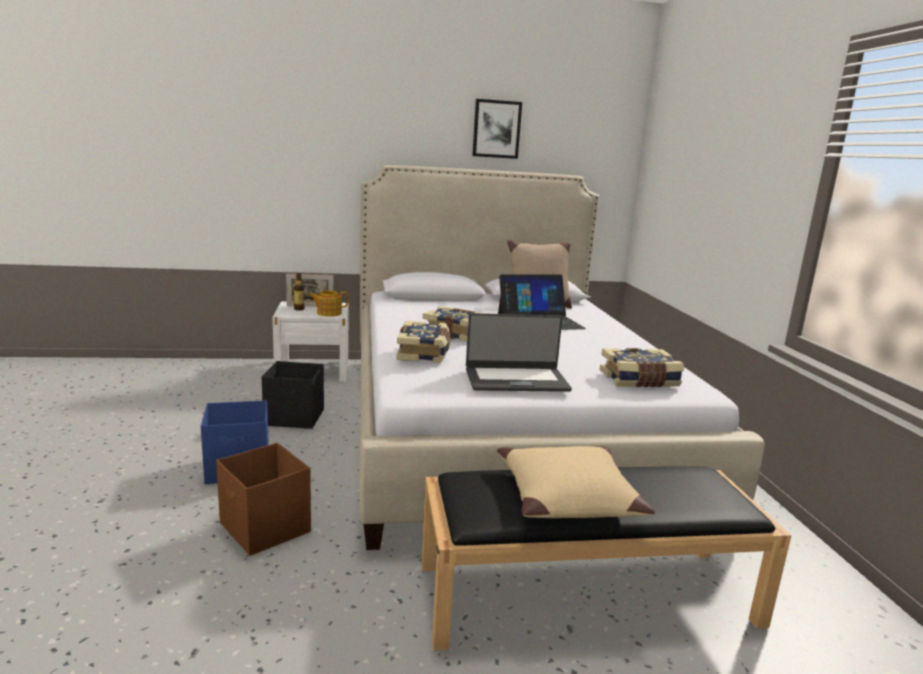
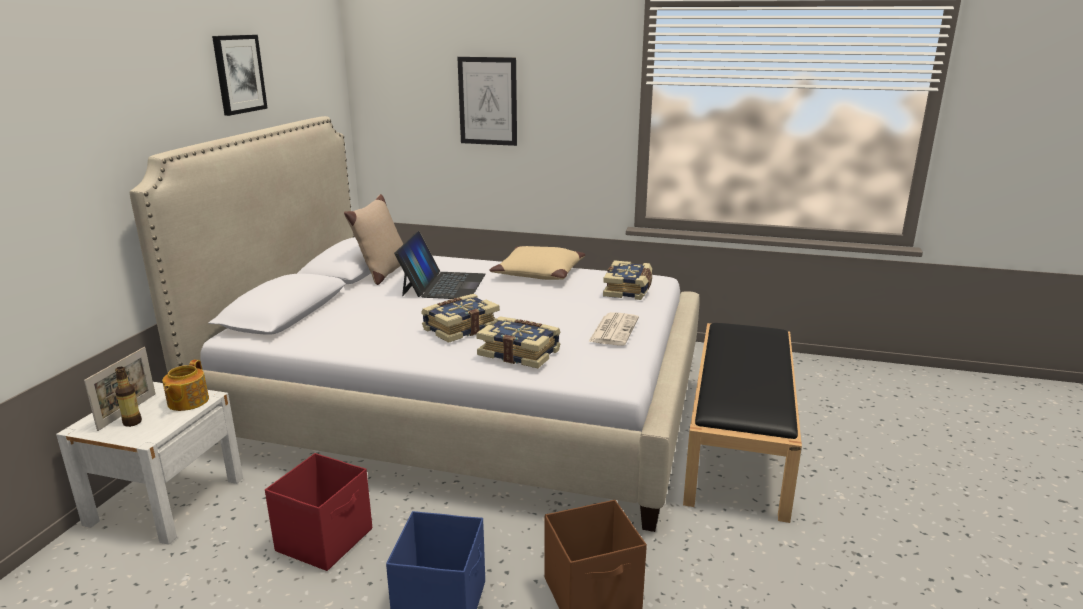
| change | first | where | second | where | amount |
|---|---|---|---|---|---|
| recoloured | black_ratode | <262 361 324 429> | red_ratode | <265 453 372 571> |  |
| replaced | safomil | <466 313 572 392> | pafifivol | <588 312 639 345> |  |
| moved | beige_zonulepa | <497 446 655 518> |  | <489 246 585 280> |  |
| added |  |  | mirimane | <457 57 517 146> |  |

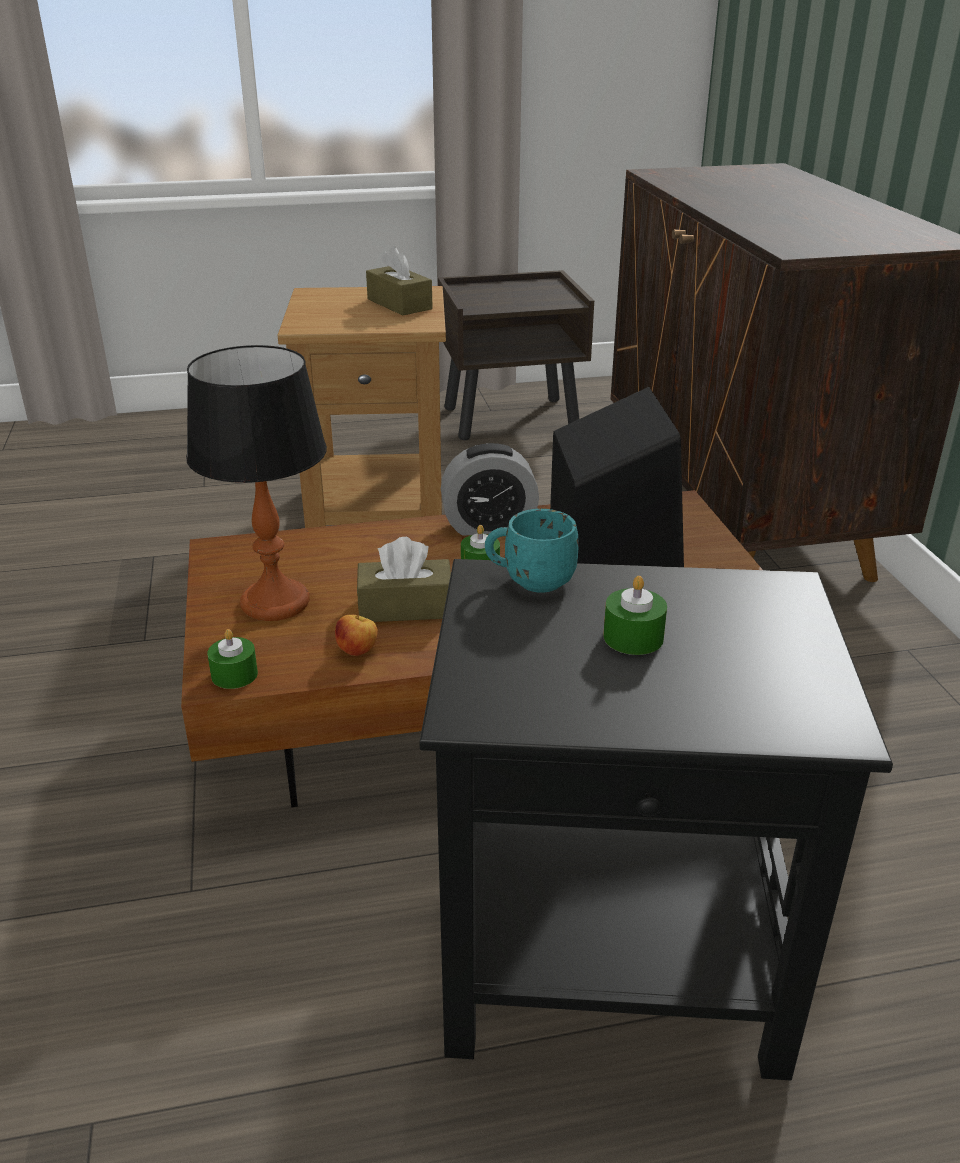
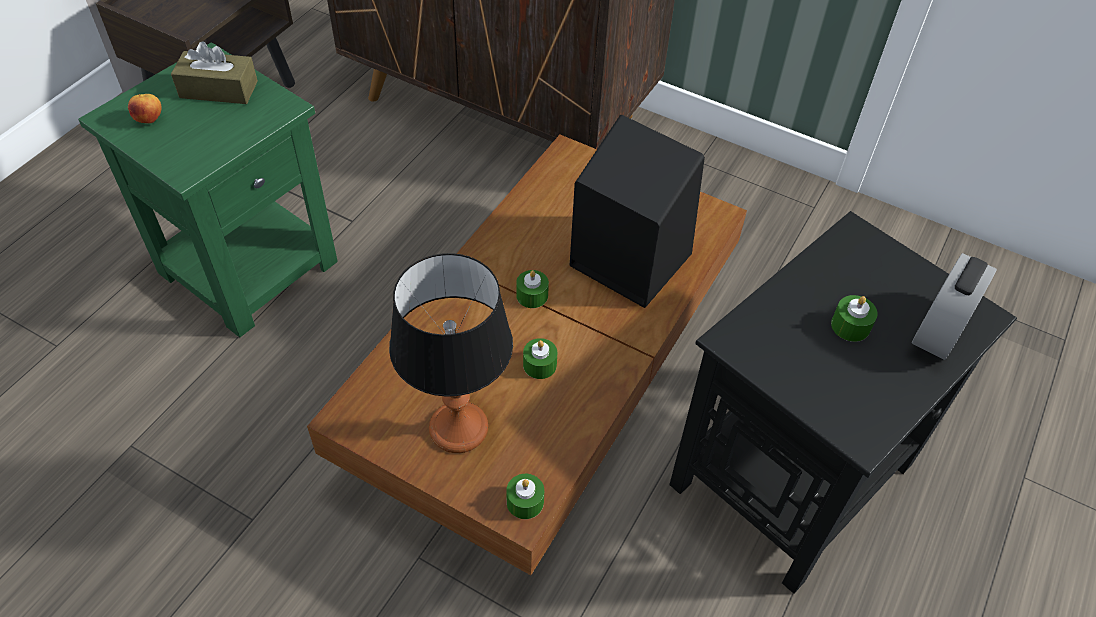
| change | first | where | second | where | amount |
|---|---|---|---|---|---|
| recoloured | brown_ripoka | <277 286 446 528> | green_ripoka | <78 42 338 337> |  |
| moved | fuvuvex | <335 615 378 656> |  | <128 94 161 124> |  |
| replaced | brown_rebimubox | <357 537 451 622> | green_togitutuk | <523 338 557 379> |  |
| moved | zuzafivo | <441 443 539 536> |  | <912 253 997 360> |  |
| removed | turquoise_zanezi | <485 509 579 593> |  |  |  |

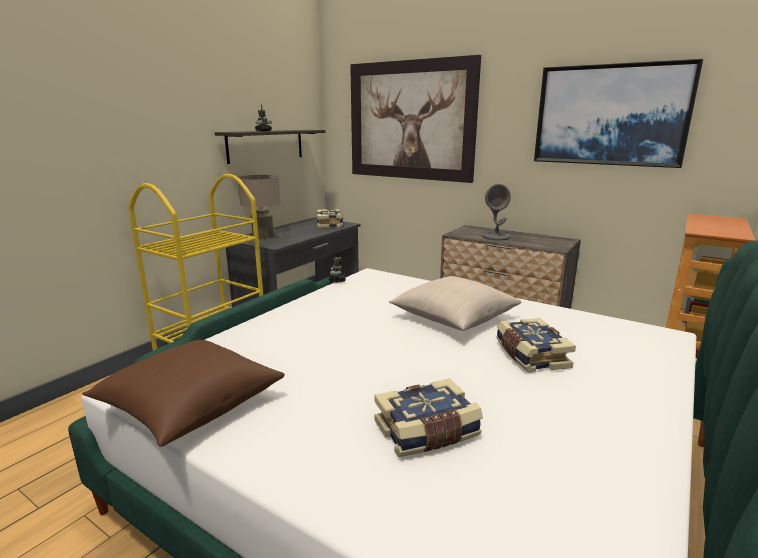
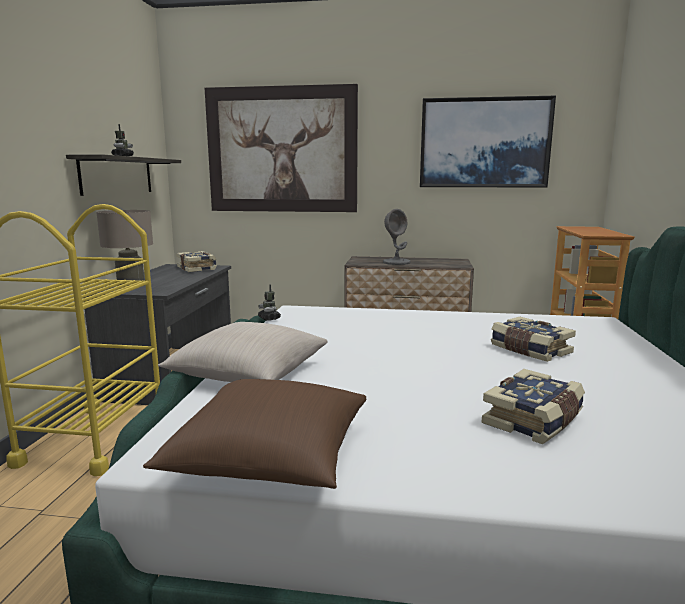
| change | first | where | second | where | amount |
|---|---|---|---|---|---|
| moved | beige_zonulepa | <389 276 521 331> |  | <158 322 327 382> |  |

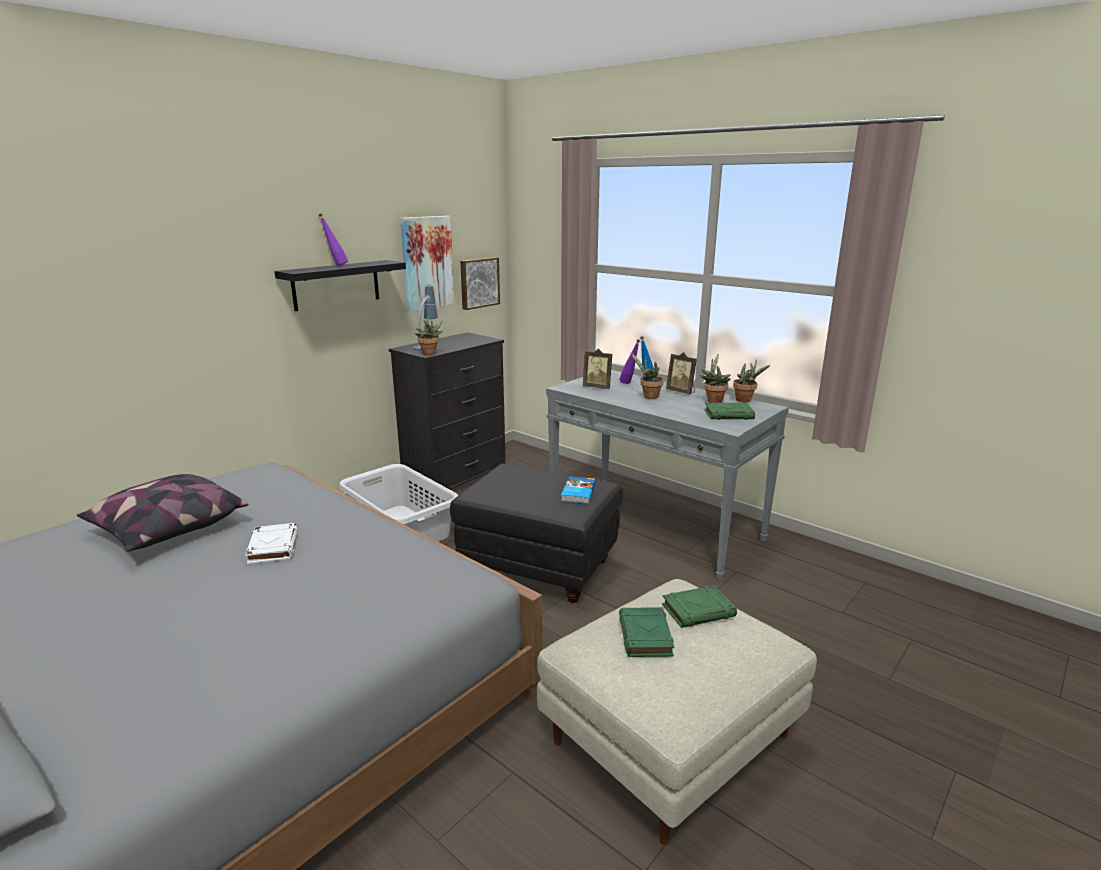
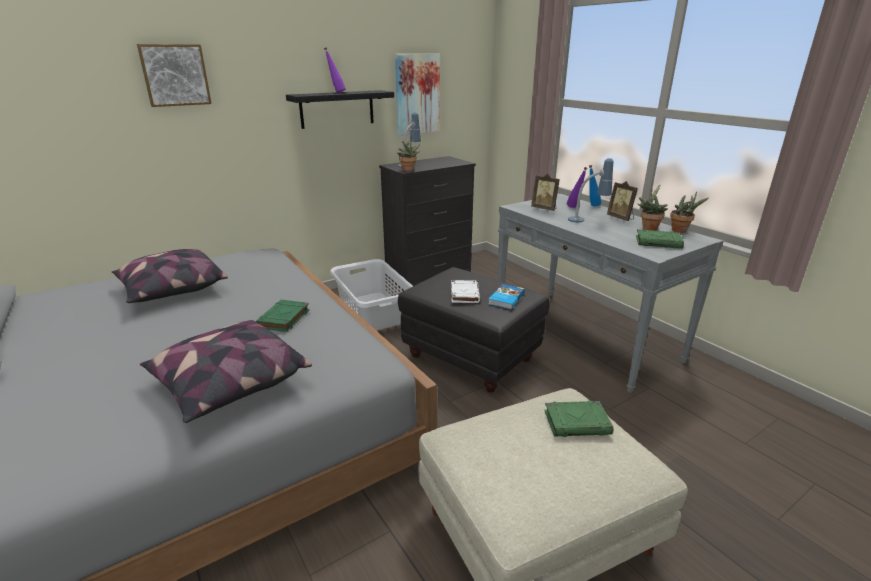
| change | first | where | second | where | amount |
|---|---|---|---|---|---|
| moved | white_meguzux | <245 523 298 564> |  | <451 280 480 303> |  |
| moved | mirimane | <460 257 500 310> |  | <137 44 212 107> |  |
| moved | green_meguzux | <619 607 674 657> |  | <256 300 309 332> |  |
| replaced | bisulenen | <631 353 663 399> | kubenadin | <568 158 614 222> |  |
| added |  |  | zonulepa | <140 320 312 423> |  |

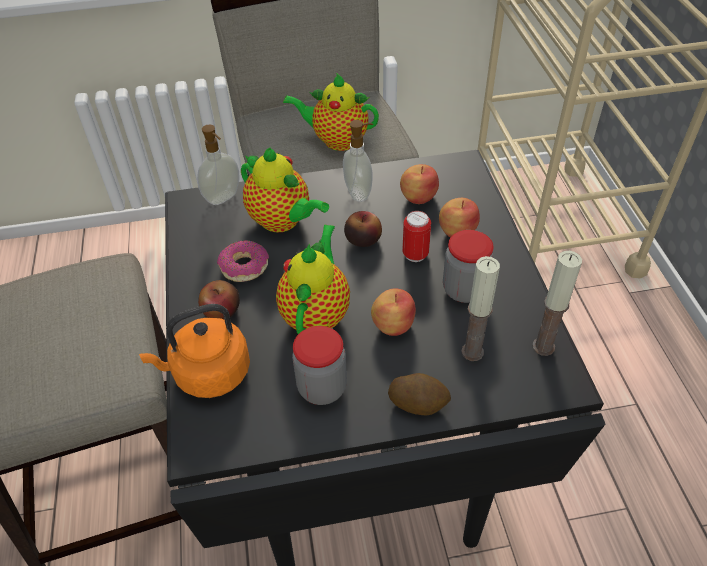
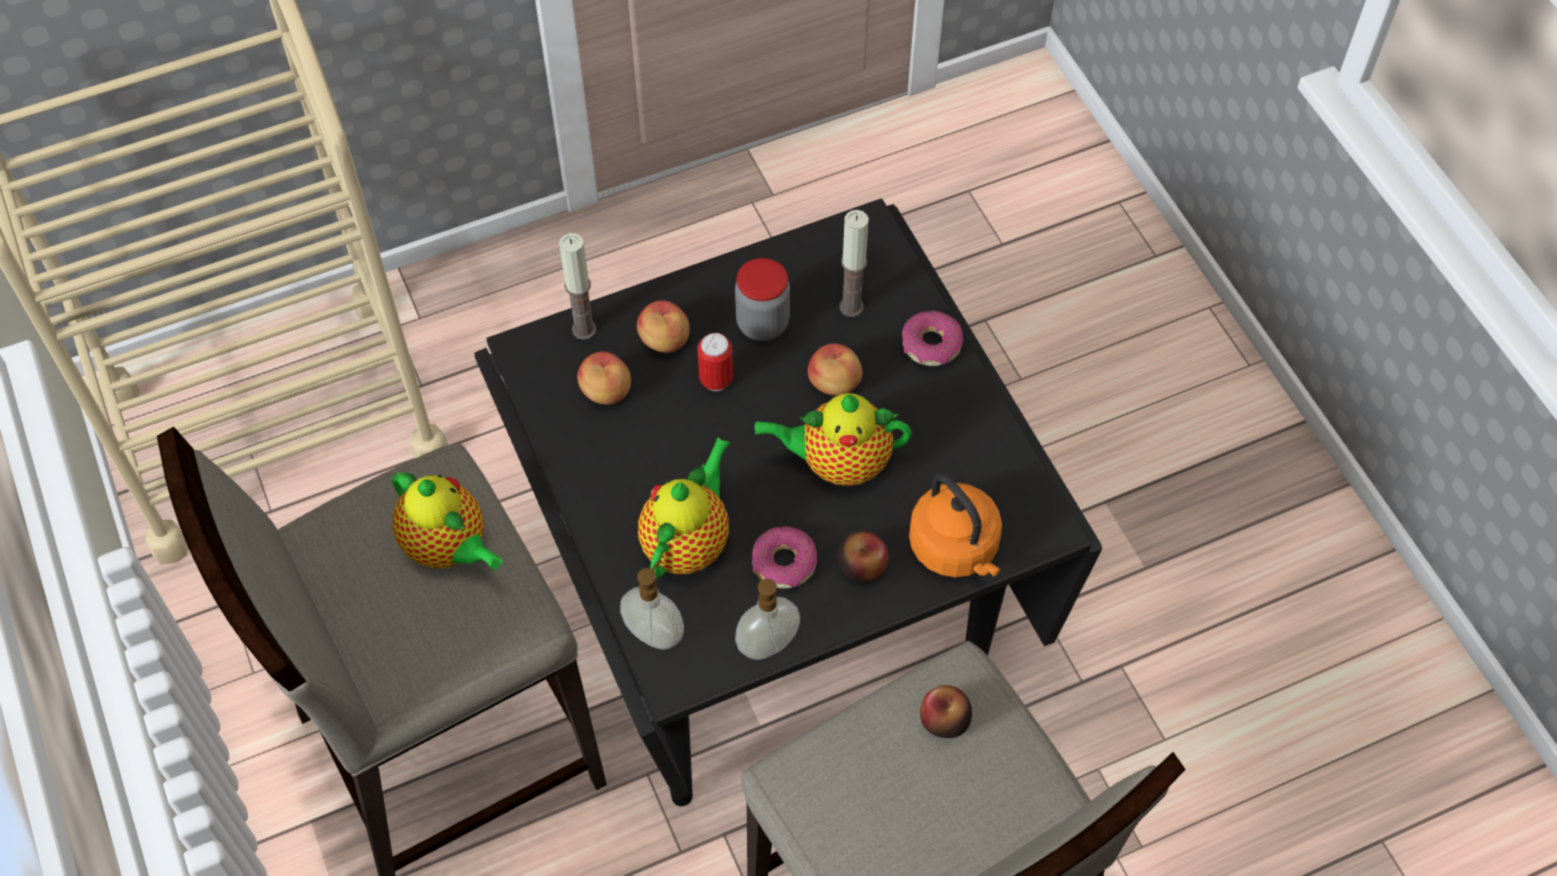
| change | first | where | second | where | amount |
|---|---|---|---|---|---|
| turned | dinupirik | <283 73 379 151> |  | <392 471 503 570> | 45 degrees counterclockwise |
| removed | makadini | <292 326 347 405> |  |  |  |
| moved | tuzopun | <343 120 373 202> |  | <735 570 800 660> |  |
| moved | fuvuvex | <344 211 382 247> |  | <920 685 972 738> |  |
| replaced | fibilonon | <388 373 451 416> | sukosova | <902 311 963 366> |  |
| moved | togitutuk | <532 251 582 356> |  | <559 233 597 340> |  |

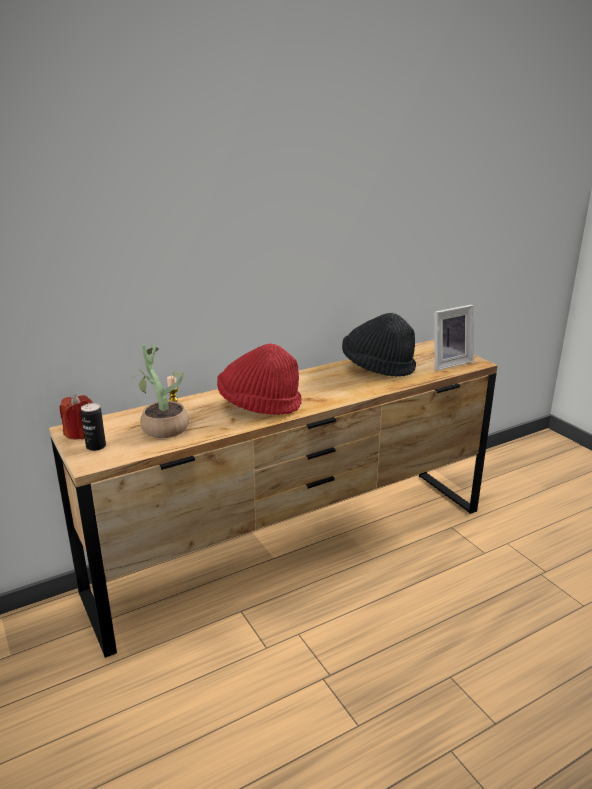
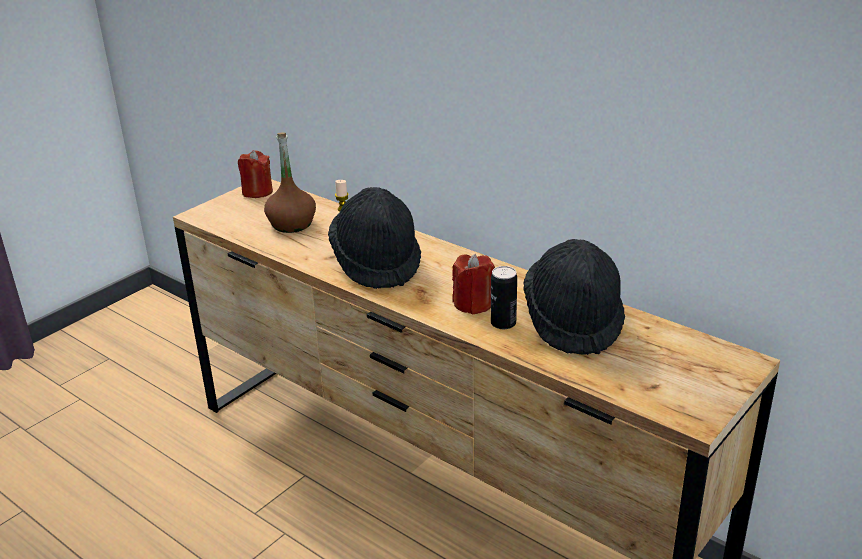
| change | first | where | second | where | amount |
|---|---|---|---|---|---|
| moved | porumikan | <81 403 106 451> |  | <491 266 517 329> |  |
| replaced | bisulenen | <132 343 189 438> | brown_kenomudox | <264 132 316 233> |  |
| recoloured | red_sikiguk | <217 344 302 415> | black_sikiguk | <328 187 421 289> |  |
| removed | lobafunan | <434 304 474 370> |  |  |  |
| added |  |  | red_togitutuk | <452 254 495 315> |  |

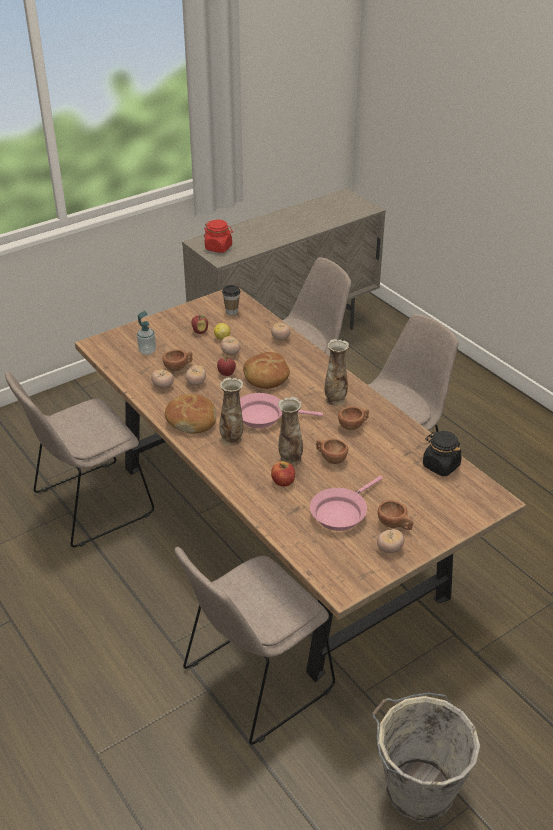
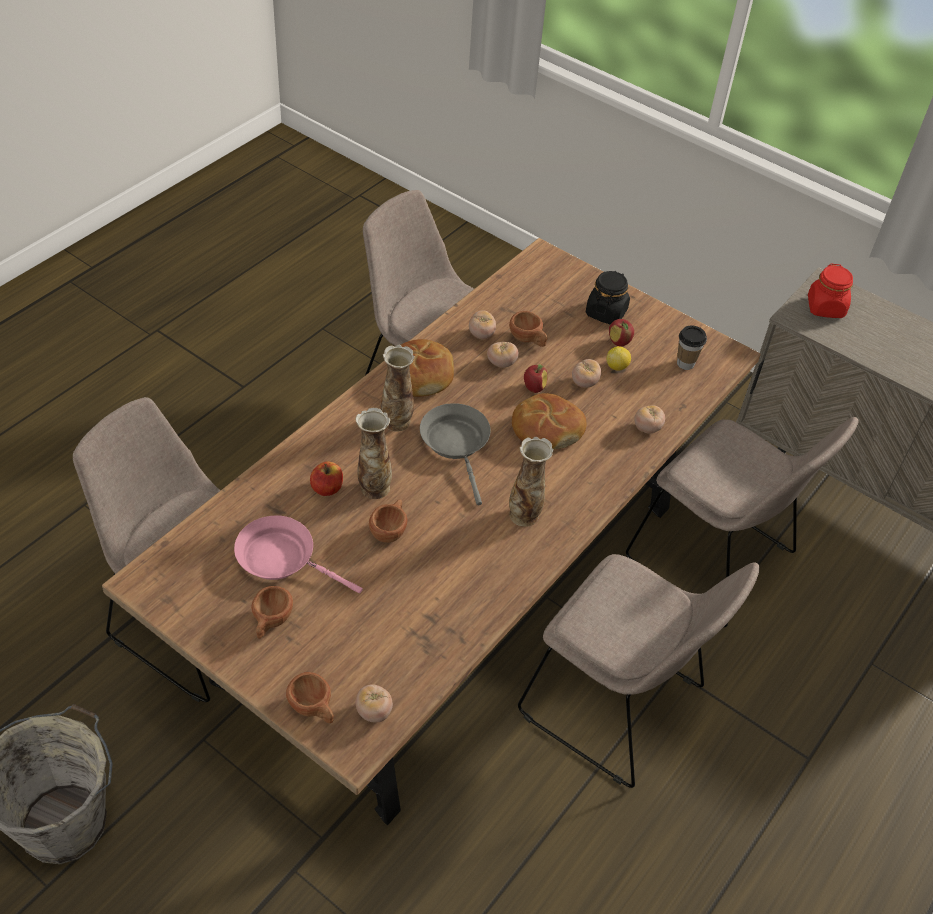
| change | first | where | second | where | amount |
|---|---|---|---|---|---|
| removed | tuzopun | <137 311 156 355> |  |  |  |
| recoloured | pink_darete | <240 393 323 428> | grey_darete | <420 403 491 505> |  |
| moved | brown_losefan | <338 406 369 430> |  | <286 672 334 723> |  |
| moved | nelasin | <377 529 404 553> |  | <356 684 393 722> |  |
| moved | black_makadini | <423 431 462 476> |  | <586 271 630 324> |  |

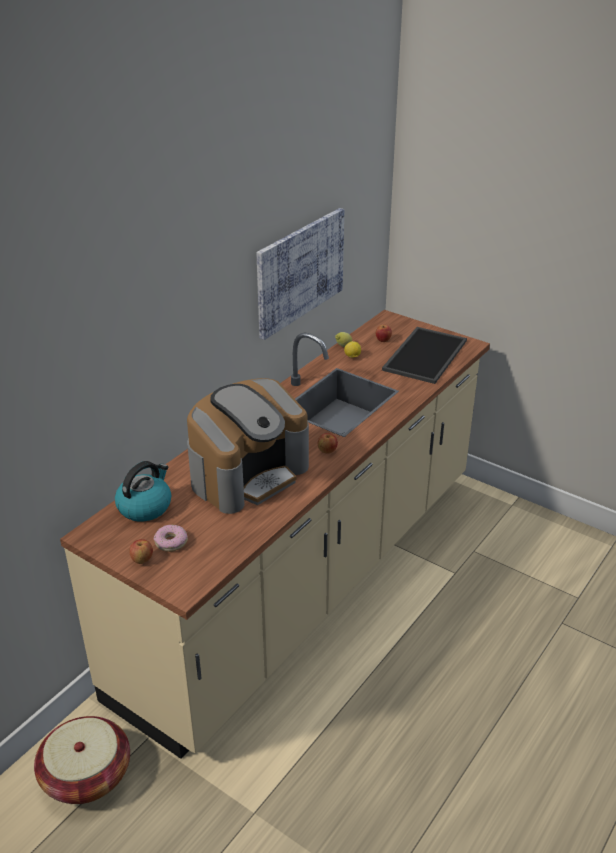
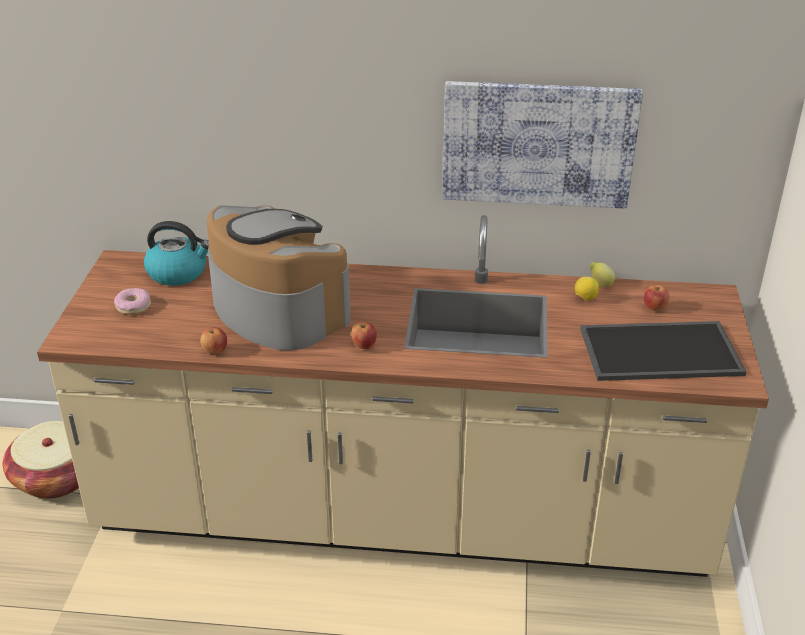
| change | first | where | second | where | amount |
|---|---|---|---|---|---|
| moved | fuvuvex | <129 539 153 564> |  | <200 327 227 354> |  |
| turned | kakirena | <187 378 309 514> |  | <207 205 351 350> | 150 degrees counterclockwise |

